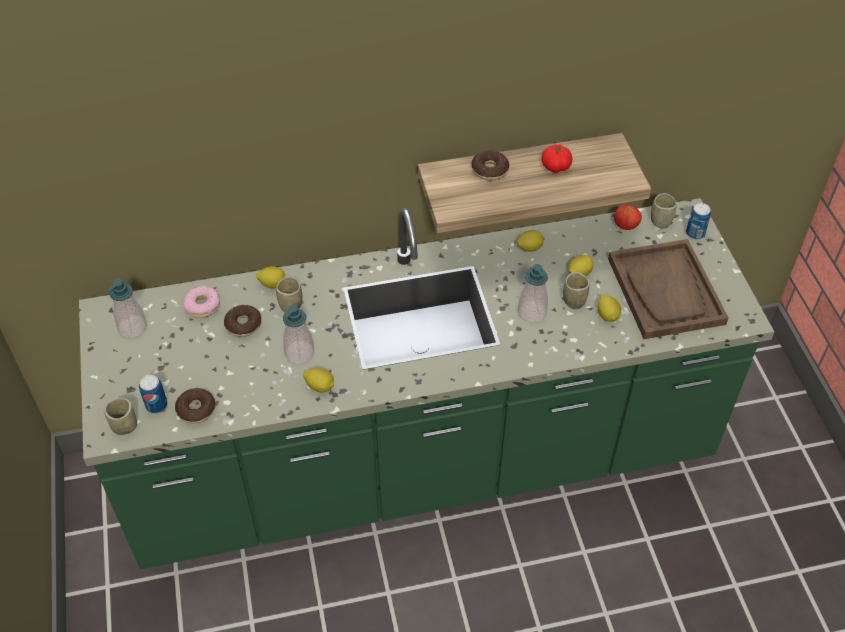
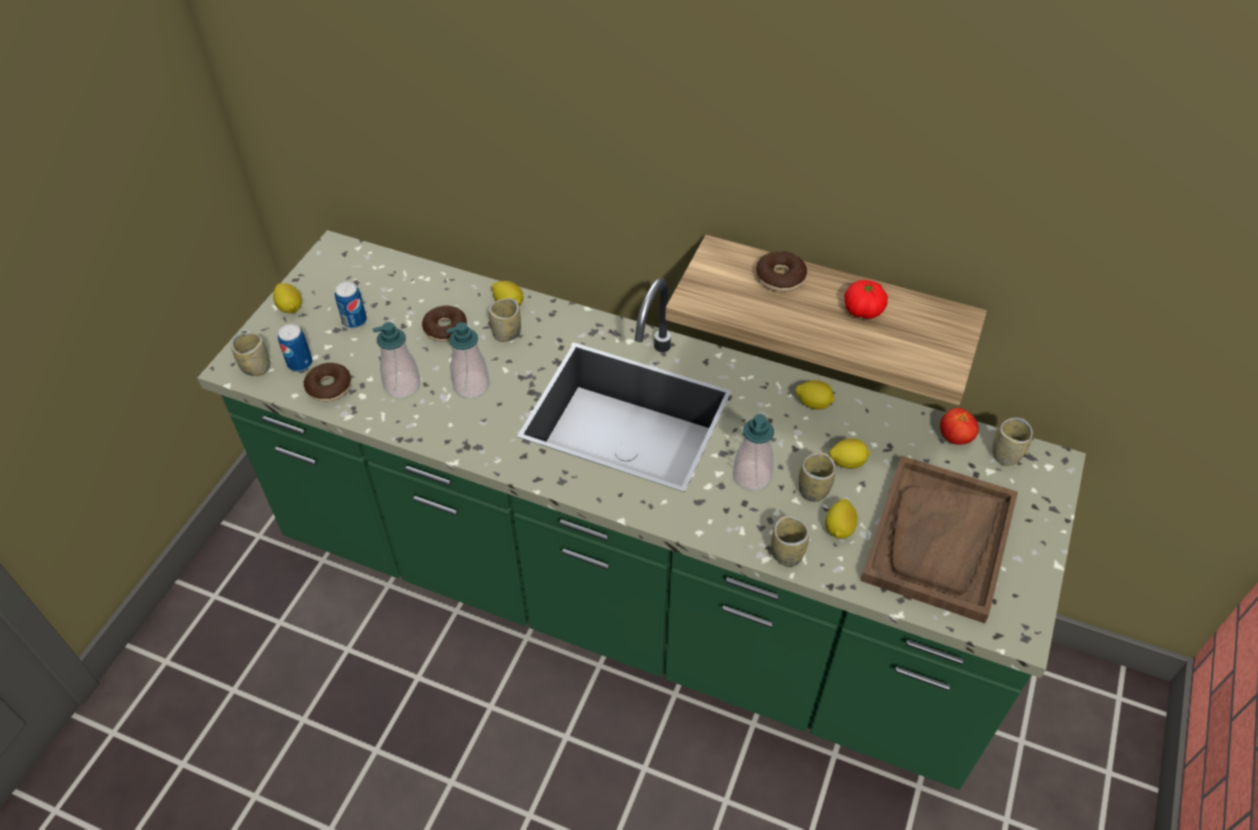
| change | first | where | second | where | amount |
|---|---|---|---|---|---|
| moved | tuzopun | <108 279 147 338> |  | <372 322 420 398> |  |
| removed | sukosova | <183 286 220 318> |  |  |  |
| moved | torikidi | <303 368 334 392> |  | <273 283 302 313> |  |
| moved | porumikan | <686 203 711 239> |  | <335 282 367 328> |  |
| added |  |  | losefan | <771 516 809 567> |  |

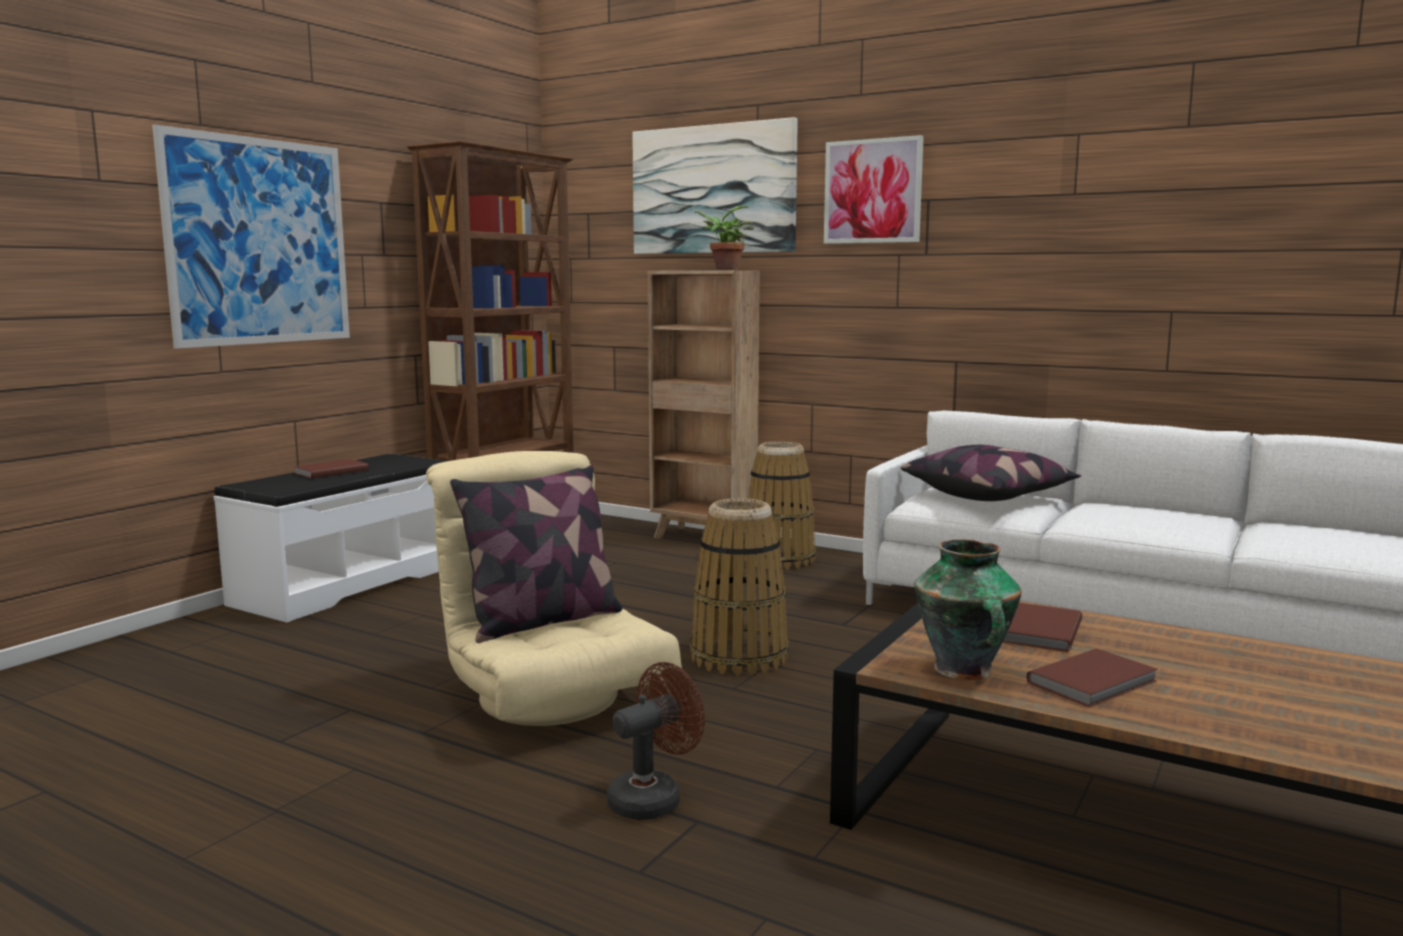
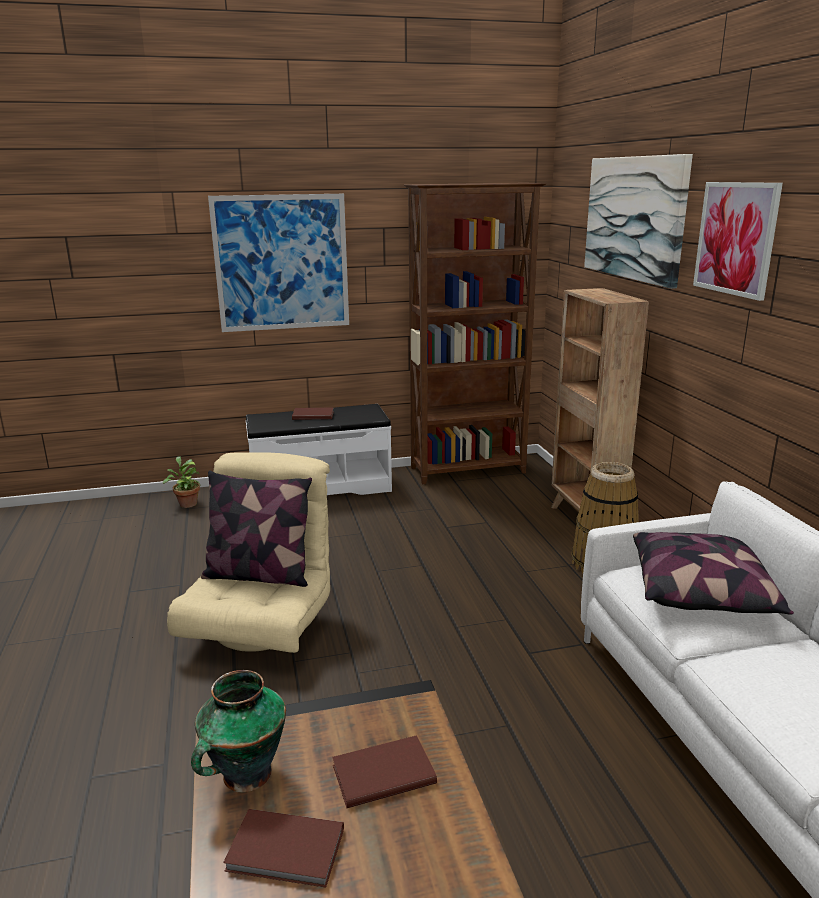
| change | first | where | second | where | amount |
|---|---|---|---|---|---|
| removed | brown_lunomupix | <607 662 705 820> |  |  |  |
| removed | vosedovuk | <690 498 789 676> |  |  |  |
| moved | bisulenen | <694 206 754 270> |  | <163 456 201 508> |  |

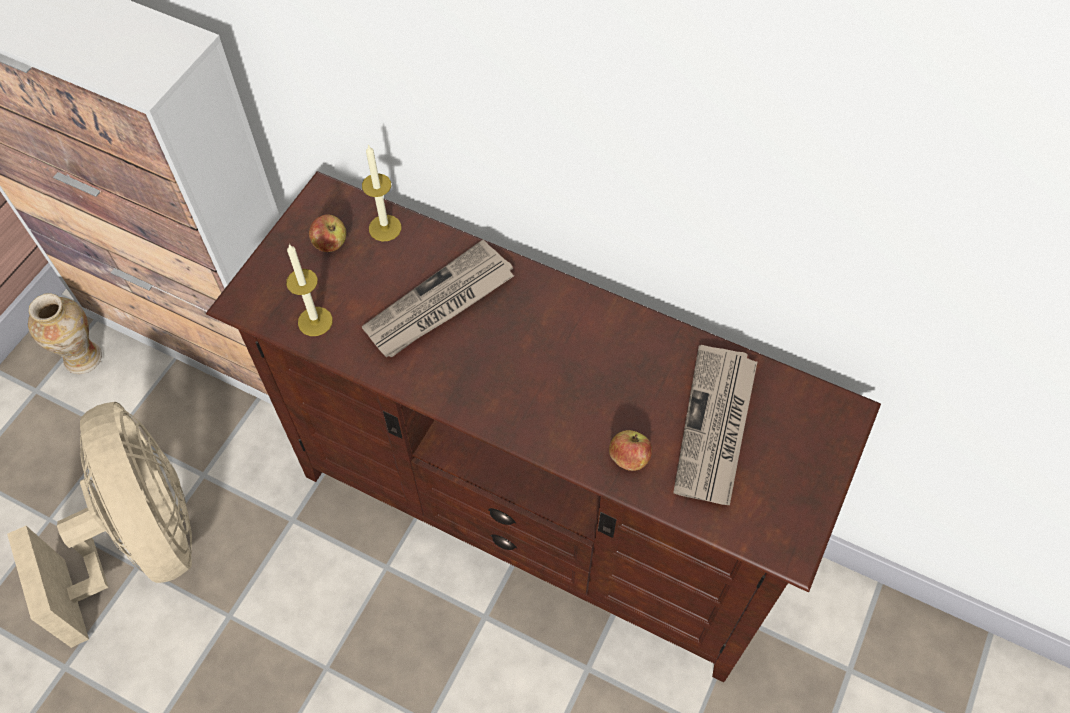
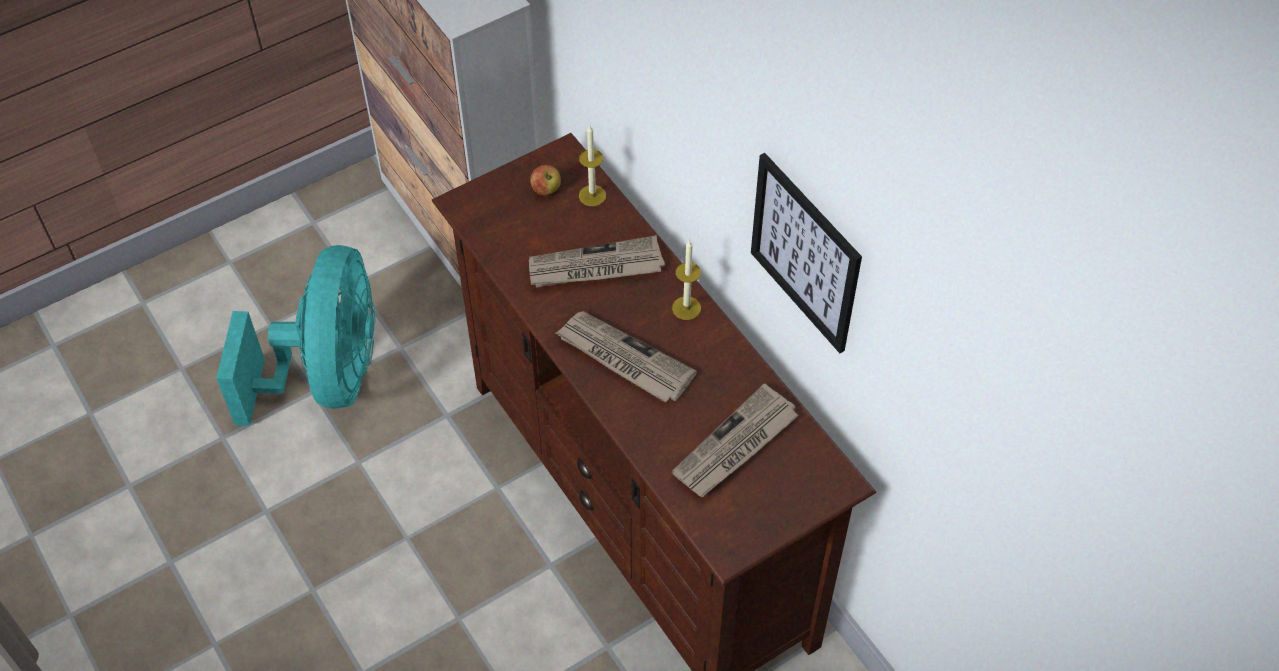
| change | first | where | second | where | amount |
|---|---|---|---|---|---|
| recoloured | beige_lunomupix | <7 402 192 648> | turquoise_lunomupix | <216 245 375 426> |  |
| removed | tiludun | <28 293 102 374> |  |  |  |
| moved | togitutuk | <286 244 333 336> |  | <672 240 701 320> |  |
| removed | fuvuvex | <609 430 652 471> |  |  |  |
| added |  |  | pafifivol | <556 311 697 403> |  |
| added |  |  | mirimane | <751 153 862 353> |  |

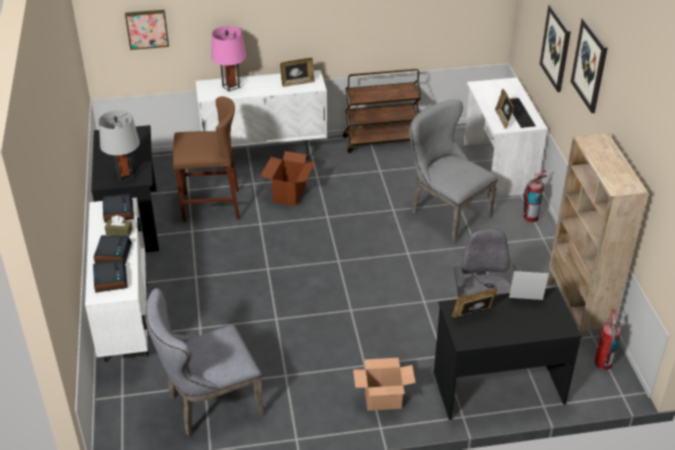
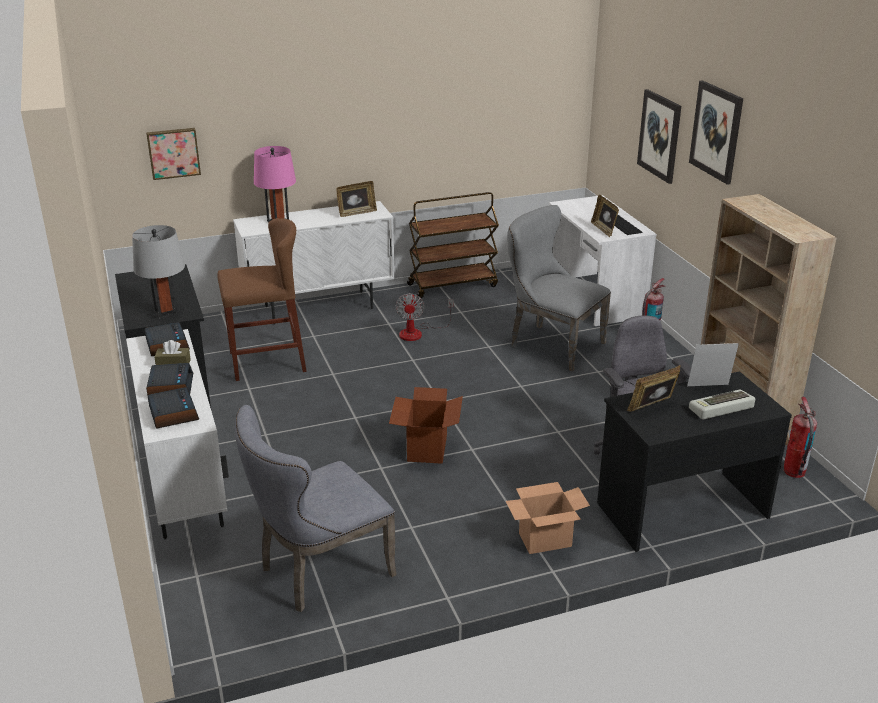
| change | first | where | second | where | amount |
|---|---|---|---|---|---|
| moved | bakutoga | <260 151 316 206> |  | <389 387 463 464> |  |
| added |  |  | lunomupix | <395 293 454 341> |  |
| added |  |  | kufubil | <689 390 755 419> |  |

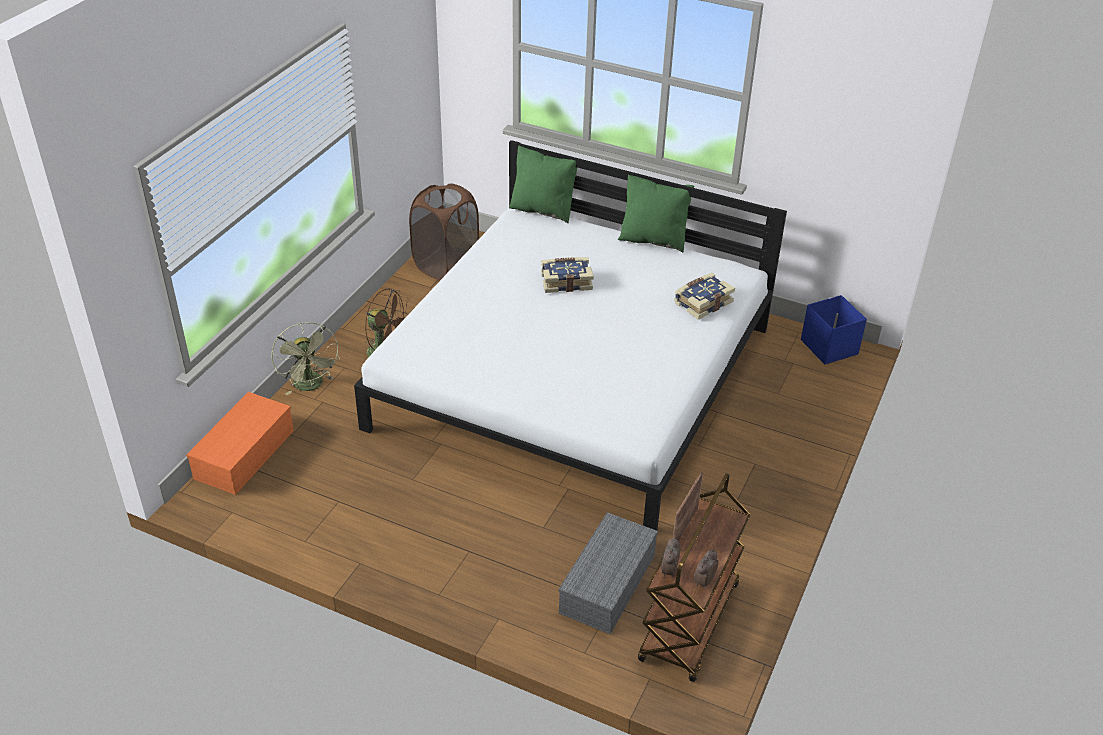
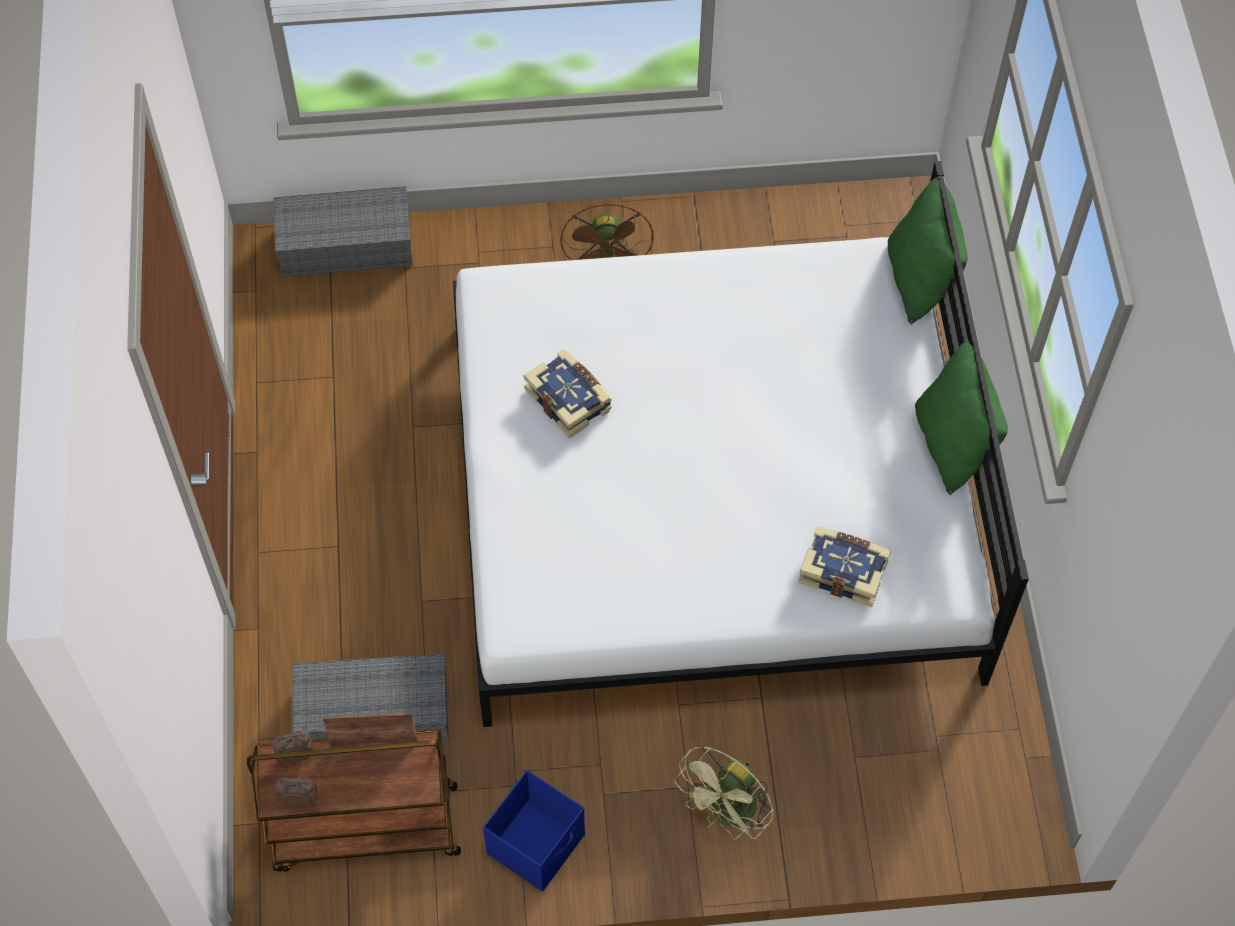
| change | first | where | second | where | amount |
|---|---|---|---|---|---|
| recoloured | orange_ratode | <186 392 294 495> | grey_ratode | <273 186 413 277> |  |
| moved | green_lunomupix | <271 322 340 395> |  | <674 745 774 840> |  |
| removed | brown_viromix | <409 183 479 280> |  |  |  |
| moved | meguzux | <541 257 593 293> |  | <524 349 612 438> |  |
| moved | blue_ratode | <801 295 867 364> |  | <483 770 585 891> |  |

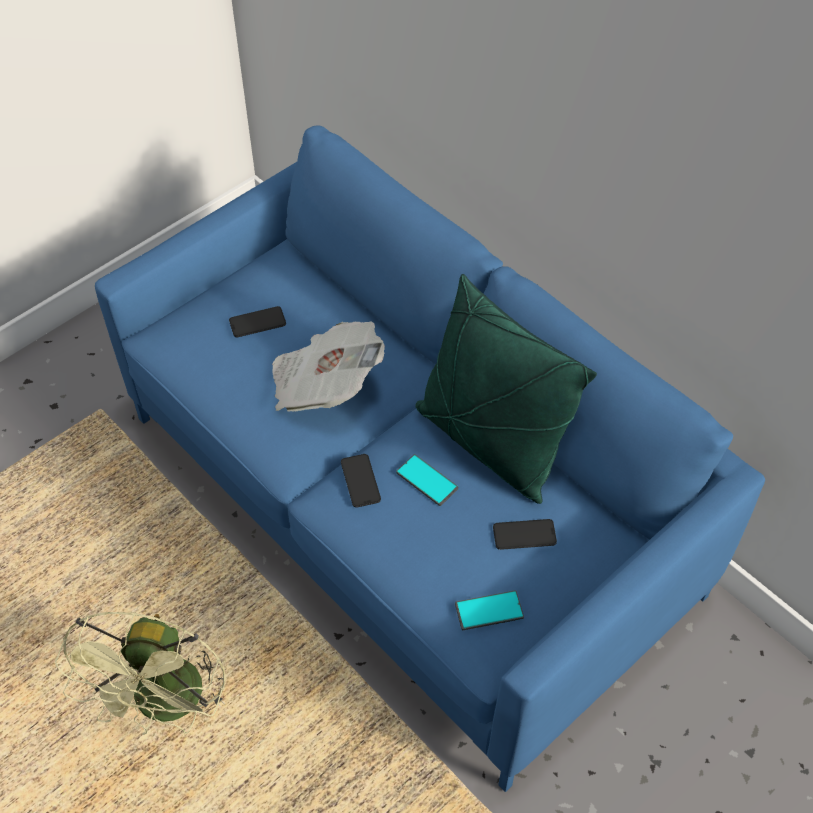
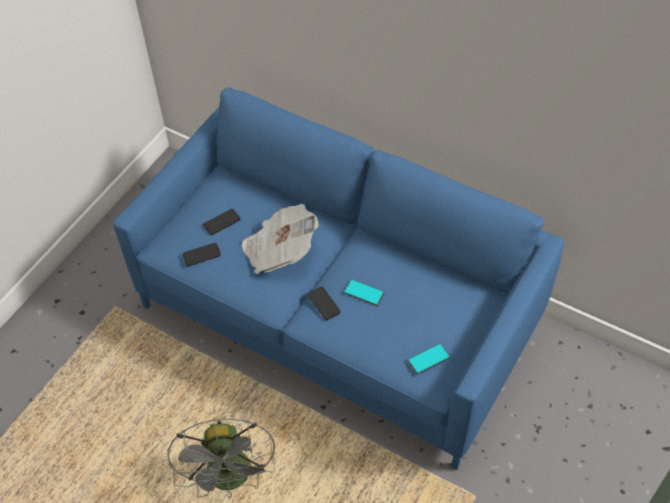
| change | first | where | second | where | amount |
|---|---|---|---|---|---|
| recoloured | green_lunomupix | <55 612 226 735> | grey_lunomupix | <168 418 275 498> |  |
| removed | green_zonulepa | <415 274 597 504> |  |  |  |
| moved | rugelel | <493 519 557 550> |  | <182 243 221 266> |  |

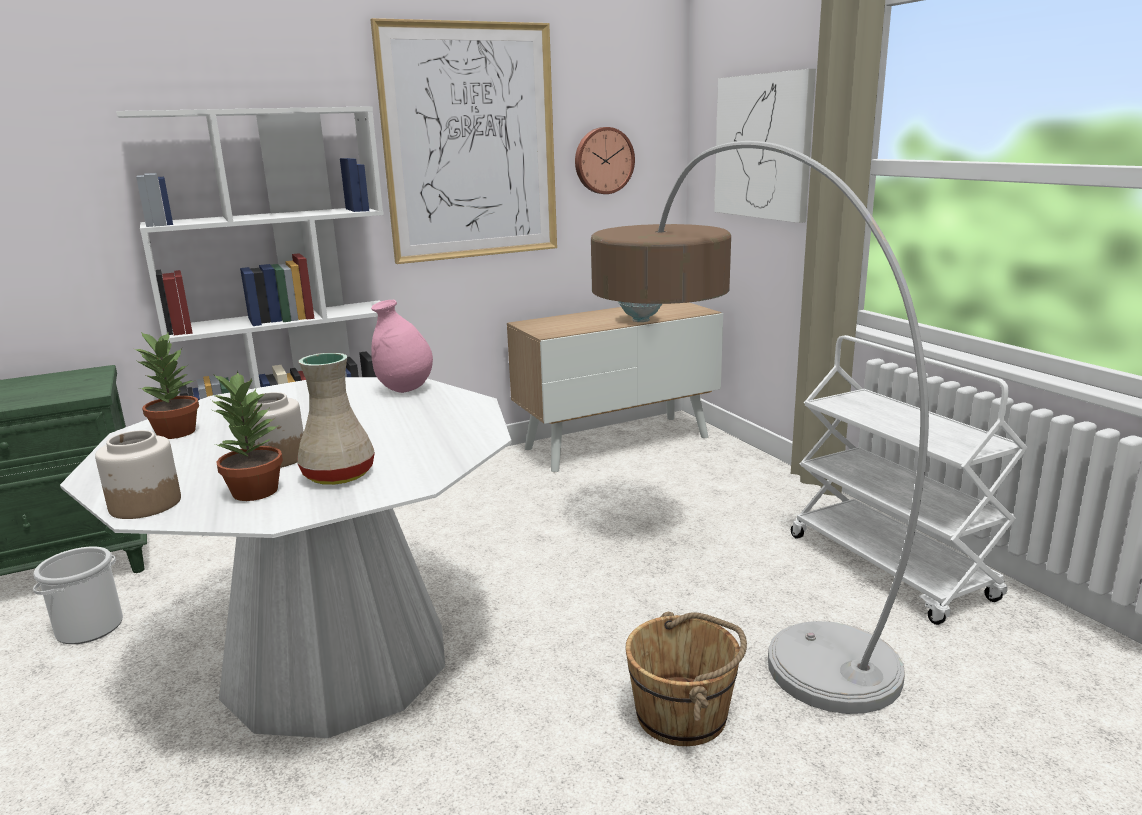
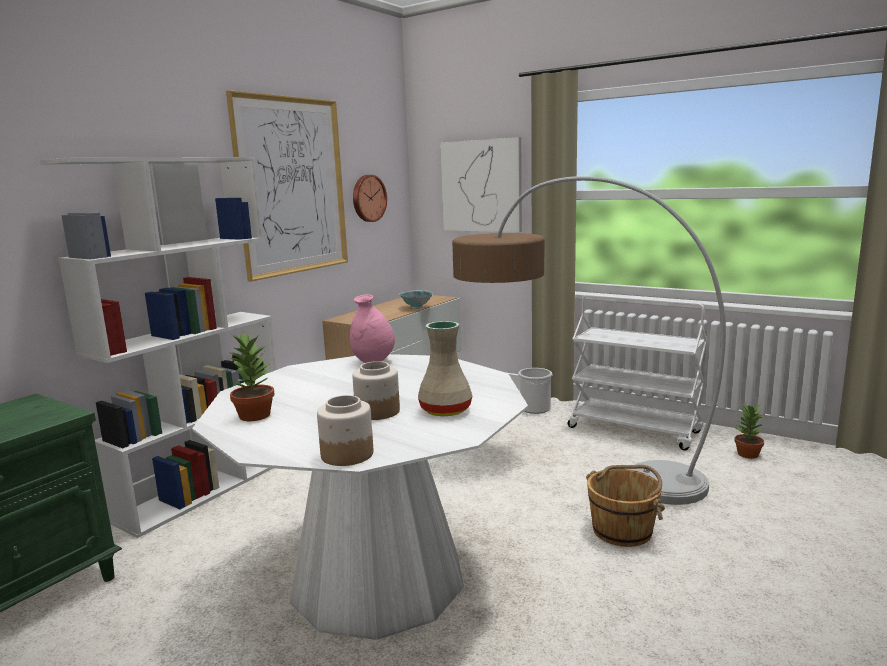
| change | first | where | second | where | amount |
|---|---|---|---|---|---|
| moved | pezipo | <33 547 123 644> |  | <518 368 552 414> |  |
| moved | bisulenen | <211 371 283 501> |  | <734 404 764 459> |  |

